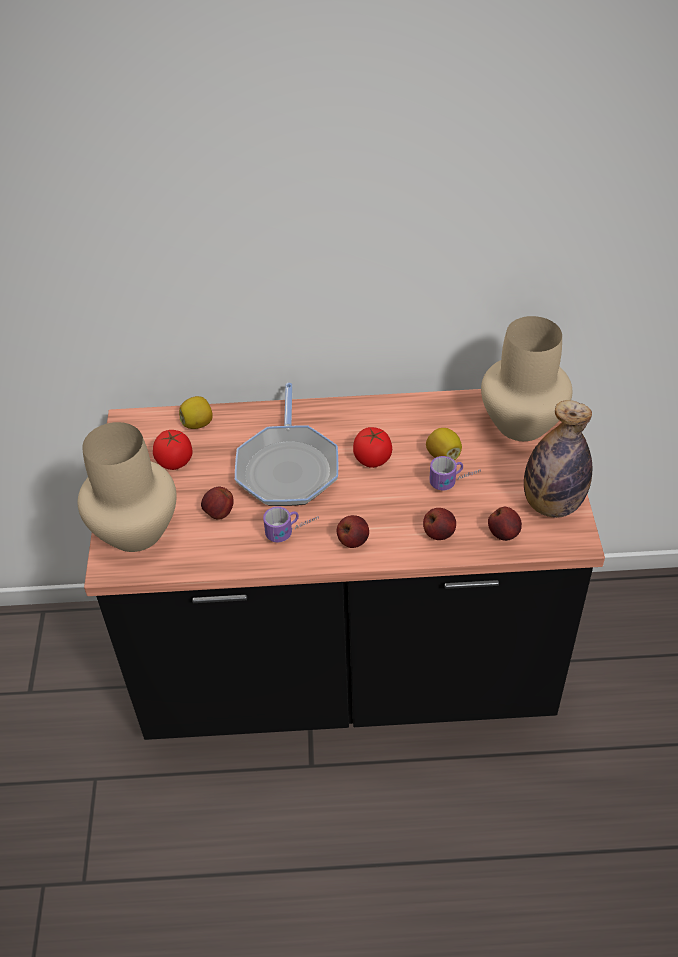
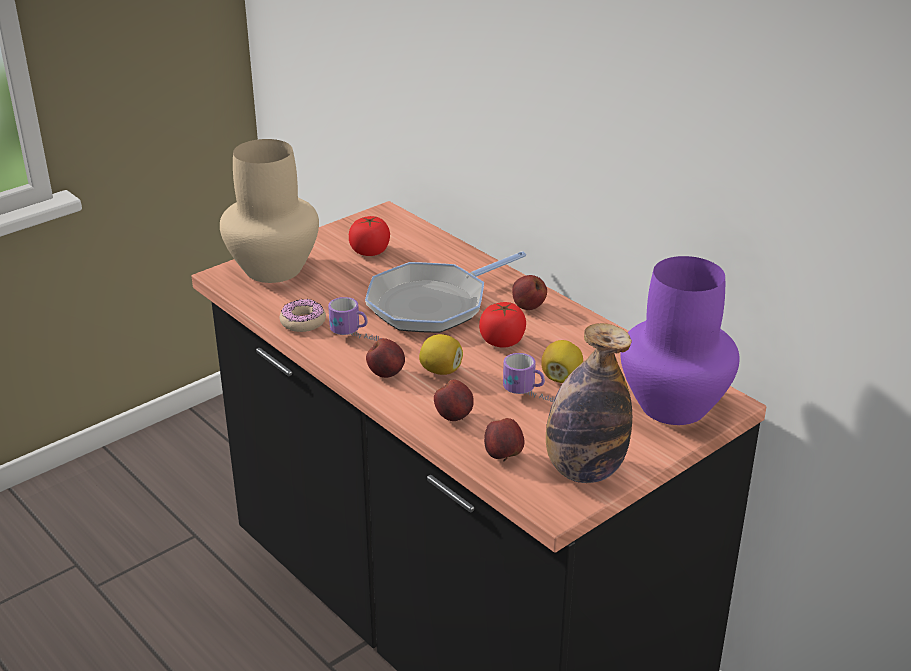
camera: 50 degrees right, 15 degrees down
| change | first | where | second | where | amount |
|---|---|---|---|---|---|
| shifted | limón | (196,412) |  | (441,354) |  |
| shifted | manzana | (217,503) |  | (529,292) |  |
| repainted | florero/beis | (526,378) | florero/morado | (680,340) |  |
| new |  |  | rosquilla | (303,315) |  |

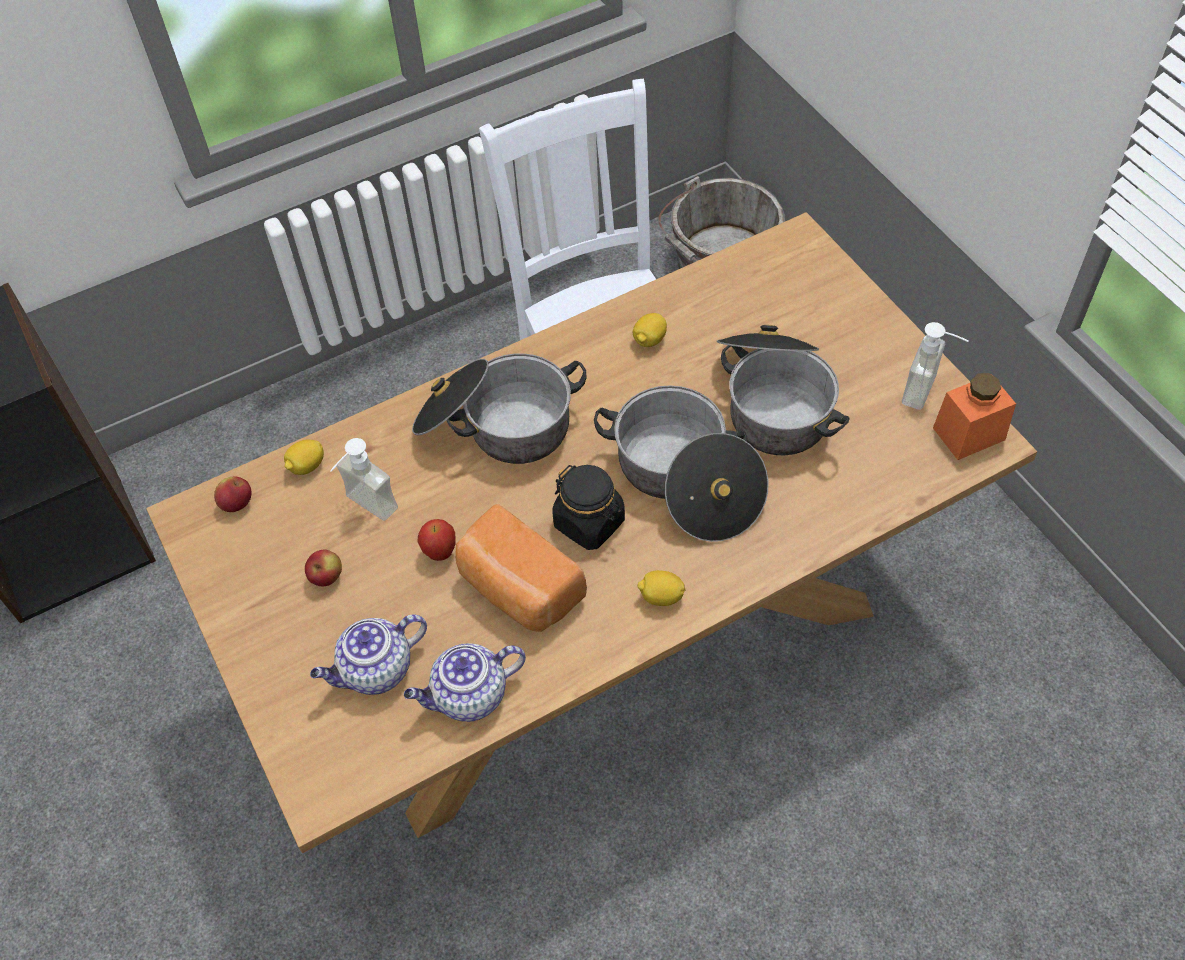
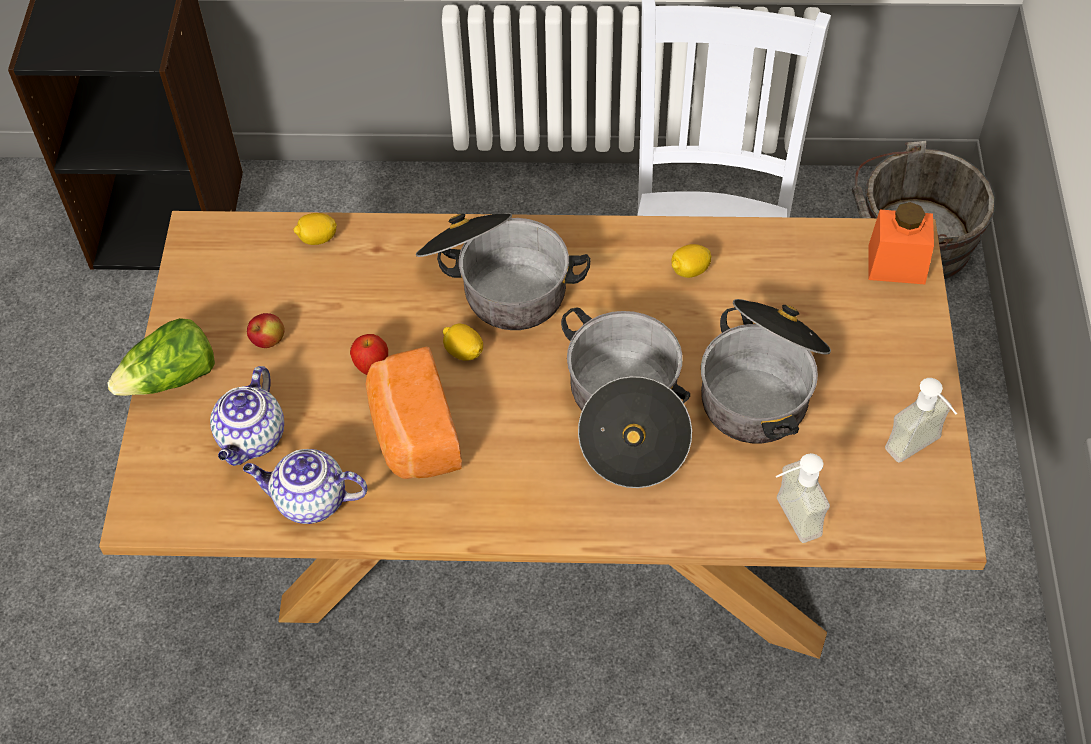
camera: 30 degrees right, 0 degrees up
| change | first | where | second | where | amount |
|---|---|---|---|---|---|
| gone | manzana | (233,494) |  |  |  |
| rotated | tetera | (368,654) |  | (247,416) | 75 degrees counterclockwise |
| shifted | dispensador de jabón | (364,479) |  | (803,498) |  |
| gone | tarro/negro | (589,507) |  |  |  |
| shifted | limón | (661,588) |  | (463,342) |  |
| shifted | tarro/naranja | (974,416) |  | (901,243) |  |
| new |  |  | lechuga | (161,357) |  |

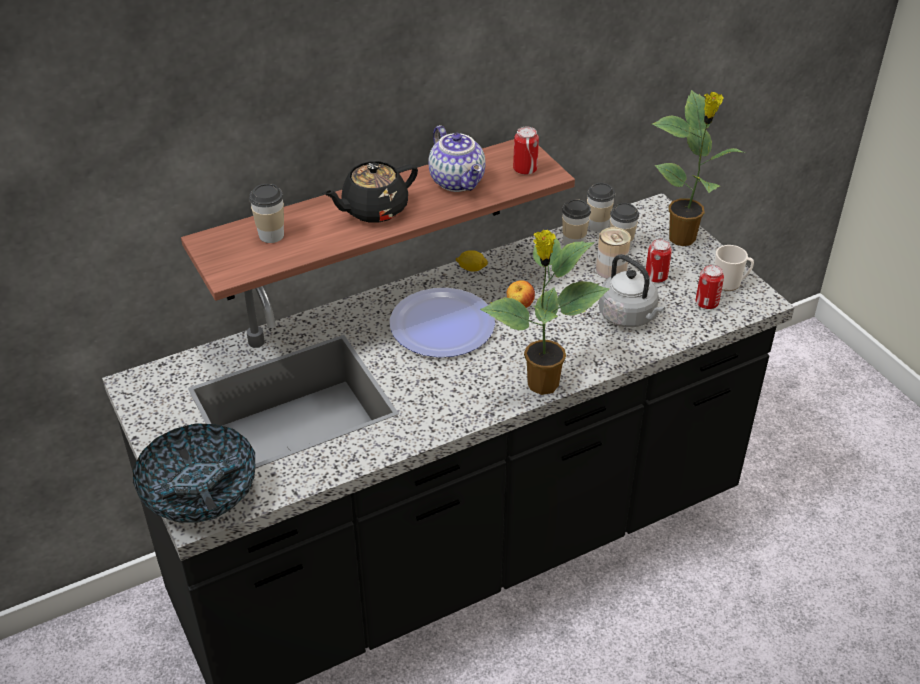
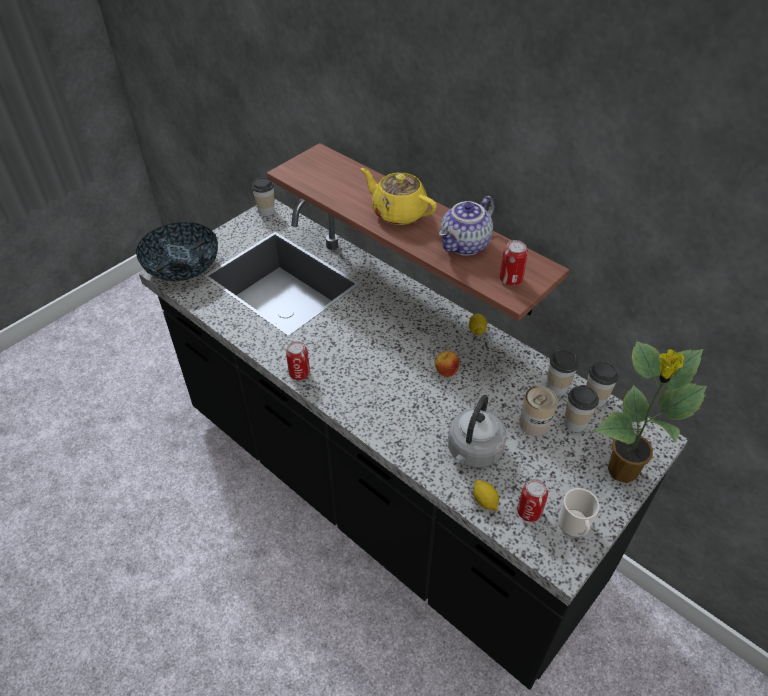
camera: 70 degrees right, 5 degrees up
| change | first | where | second | where | amount |
|---|---|---|---|---|---|
| shifted | taza | (266,213) |  | (263,196) |  |
| repainted | tetera/negro | (370,192) | tetera/amarillo | (399,196) |  |
| gone | plato | (442,322) |  |  |  |
| gone | planta en maceta | (544,312) |  |  |  |
| shifted | lata | (659,261) |  | (298,360) |  |
| new |  |  | limón | (486,495) |  |

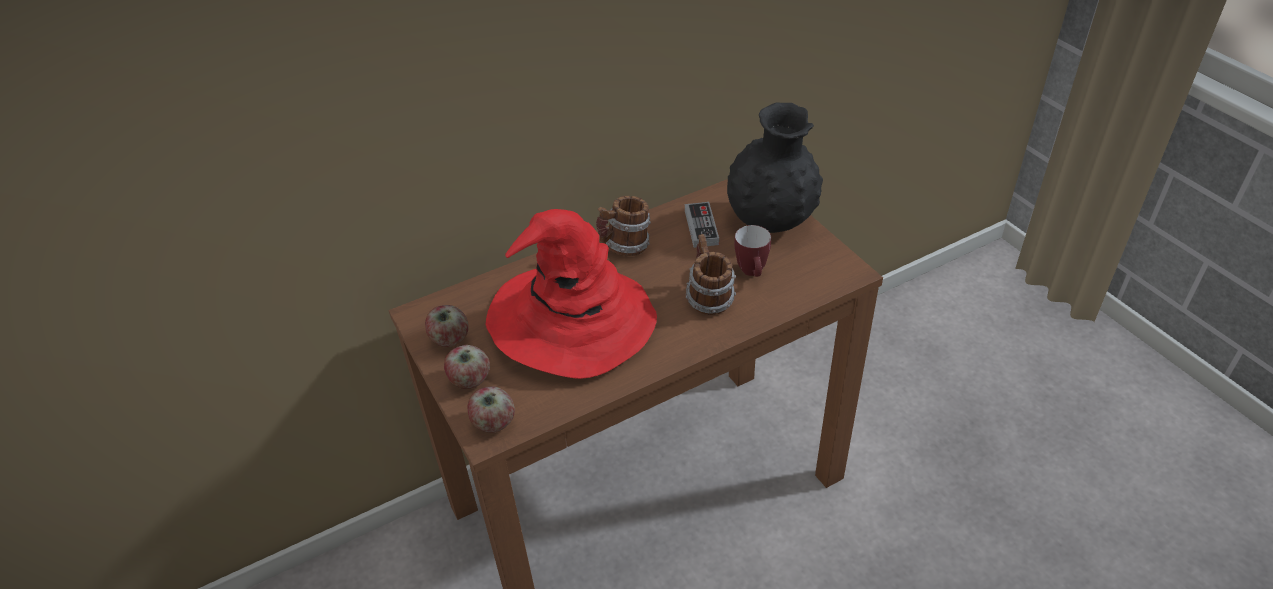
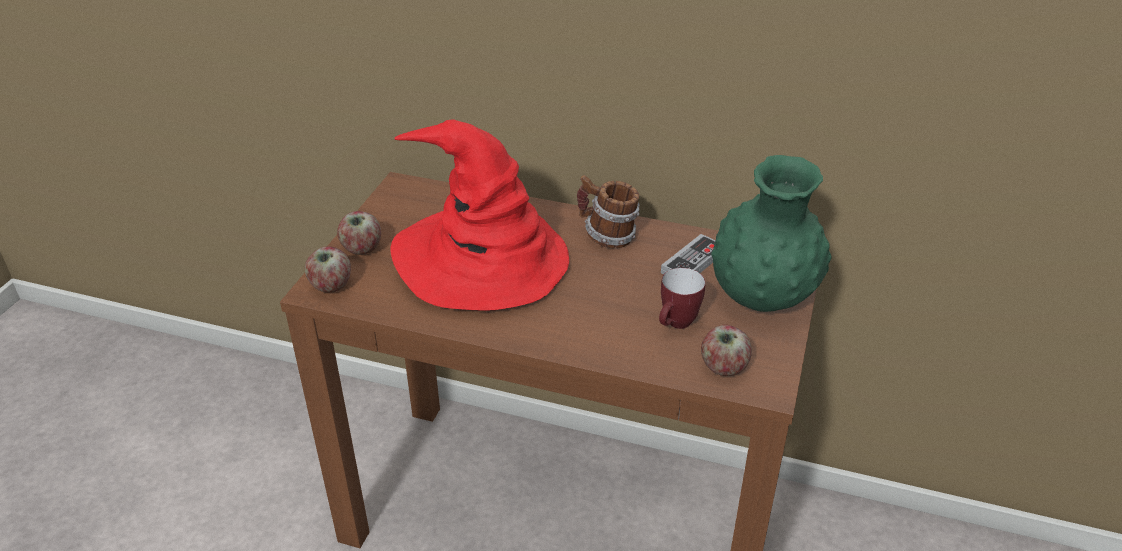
camera: 45 degrees right, 5 degrees down
| change | first | where | second | where | amount |
|---|---|---|---|---|---|
| shifted | manzana | (447,326) |  | (726,350) |  |
| gone | taza grande | (711,274) |  |  |  |
| repainted | florero/negro | (775,167) | florero/verde | (771,233) |  |

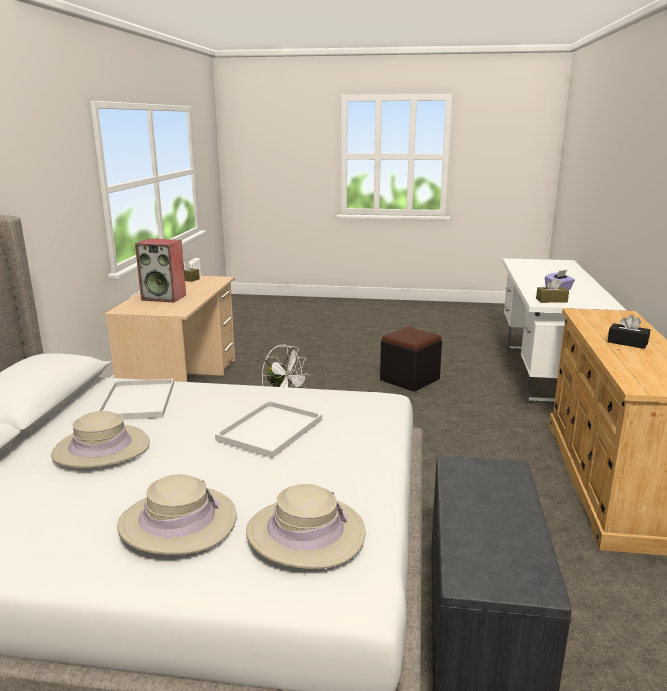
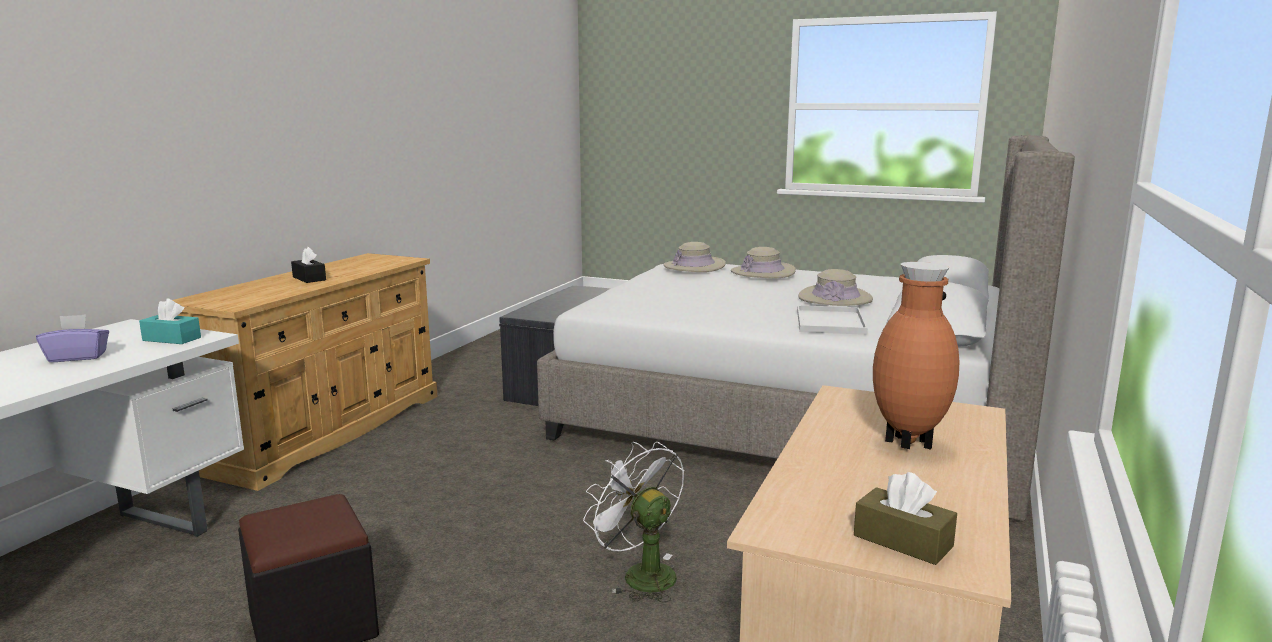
camera: 165 degrees left, 5 degrees down
| change | first | where | second | where | amount |
|---|---|---|---|---|---|
| swapped | altavoz | (160,271) | florero/marrón | (916,356) |  |
| gone | bandeja/blanco | (268,429) |  |  |  |
| repainted | caja de pañuelos/marrón | (552,290) | caja de pañuelos/turquesa | (170,321) |  |

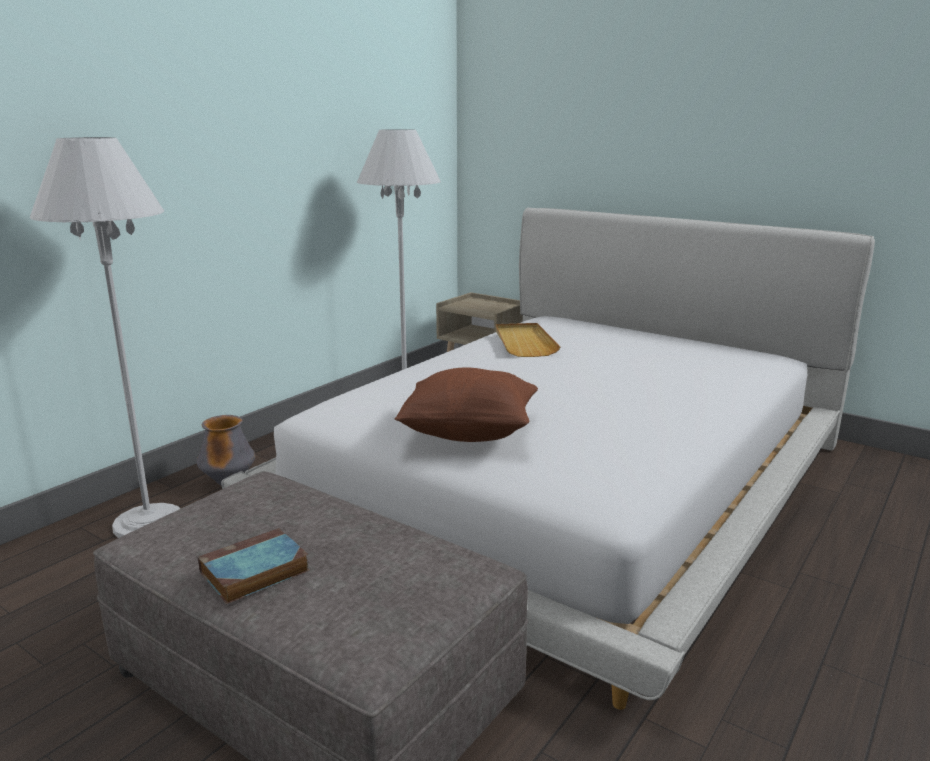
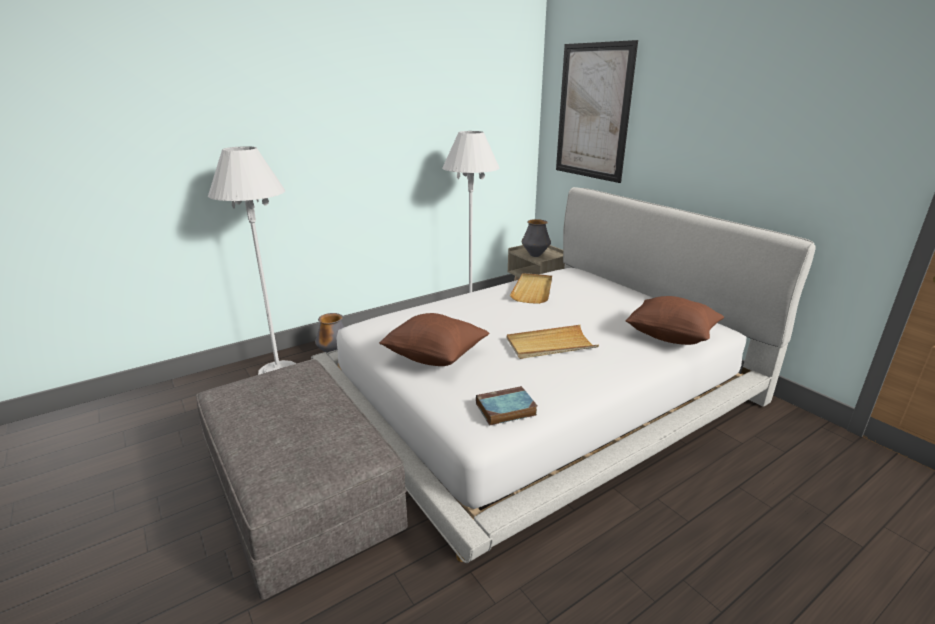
camera: 20 degrees right, 5 degrees up
| change | first | where | second | where | amount |
|---|---|---|---|---|---|
| shifted | libro | (254,566) |  | (506,405) |  |
| new |  |  | bandeja/beis | (553,342) |  |
| new |  |  | florero | (536,238) |  |
| new |  |  | cuadro | (597,111) |  |
| new |  |  | cojín/marrón | (674,320) |  |

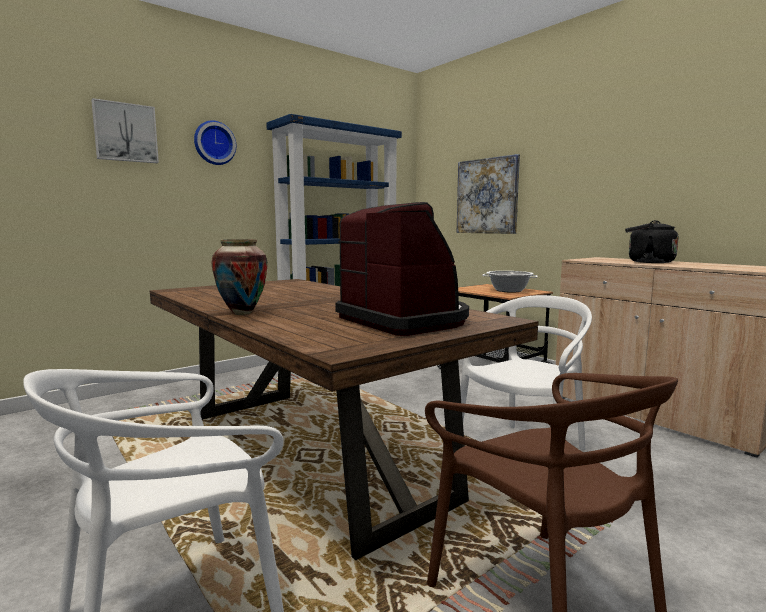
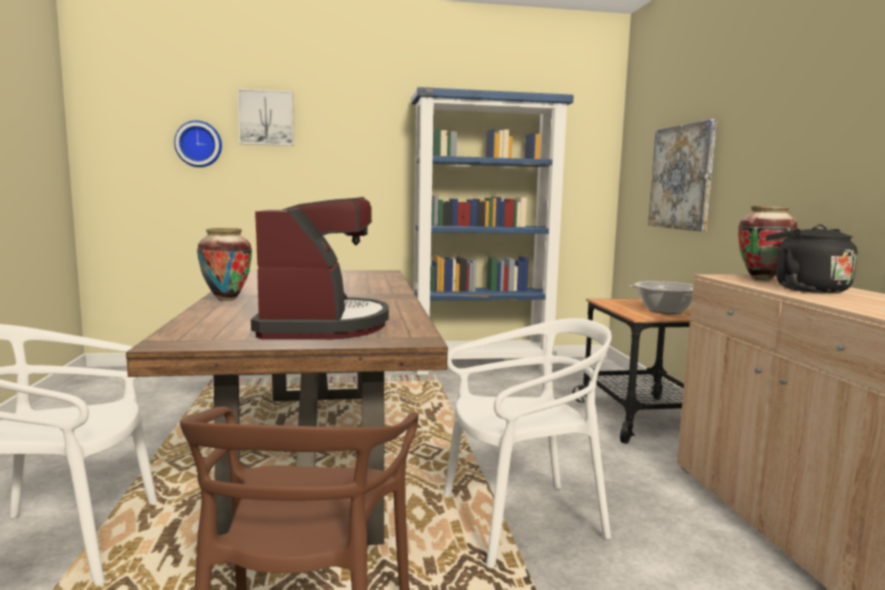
camera: 30 degrees right, 0 degrees up
| change | first | where | second | where | amount |
|---|---|---|---|---|---|
| shifted | reloj de pared | (215,143) |  | (198,143) |  |
| new |  |  | florero | (768,243) |  |

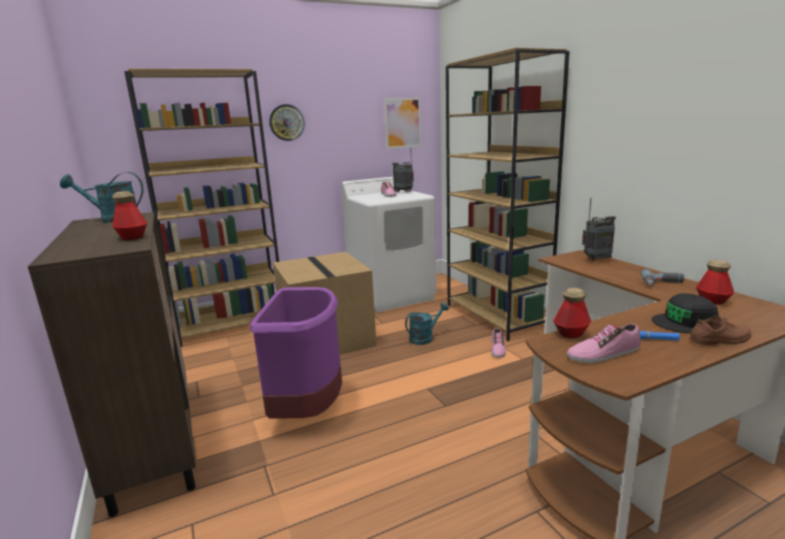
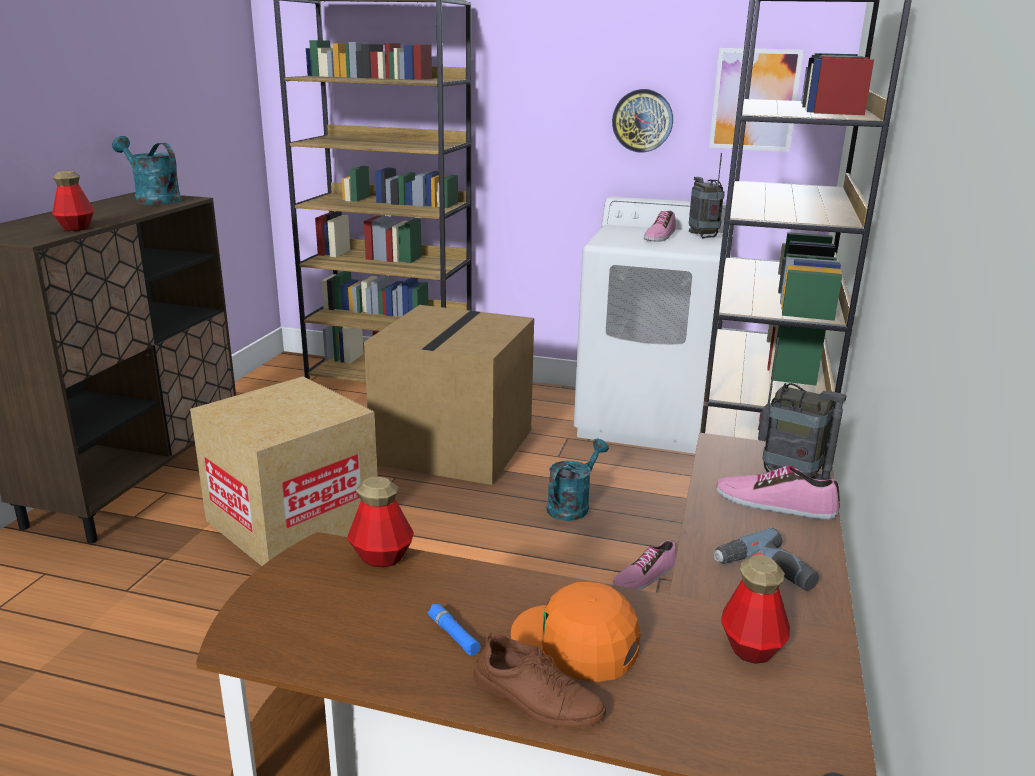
camera: 40 degrees right, 5 degrees up
| change | first | where | second | where | amount |
|---|---|---|---|---|---|
| swapped | papelera/morado | (296,353) | caja de cartón | (284,471) |  |
| shifted | reloj de pared | (287,122) |  | (642,121) |  |
| rotated | regadera/turquesa | (427,323) |  | (577,480) | 60 degrees counterclockwise |
| shifted | zapato | (603,343) |  | (778,492) |  |
| repainted | gorra/negro | (685,313) | gorra/naranja | (576,632) |  |

